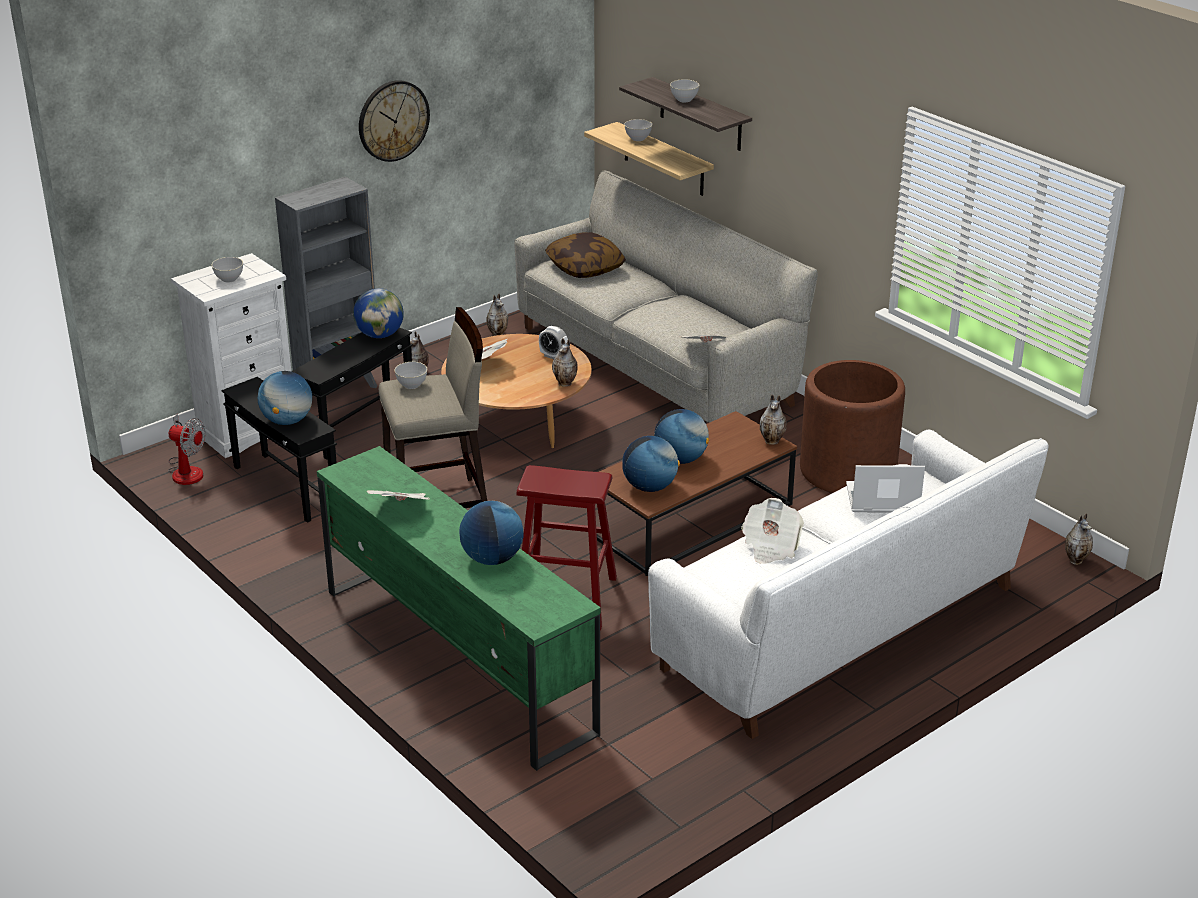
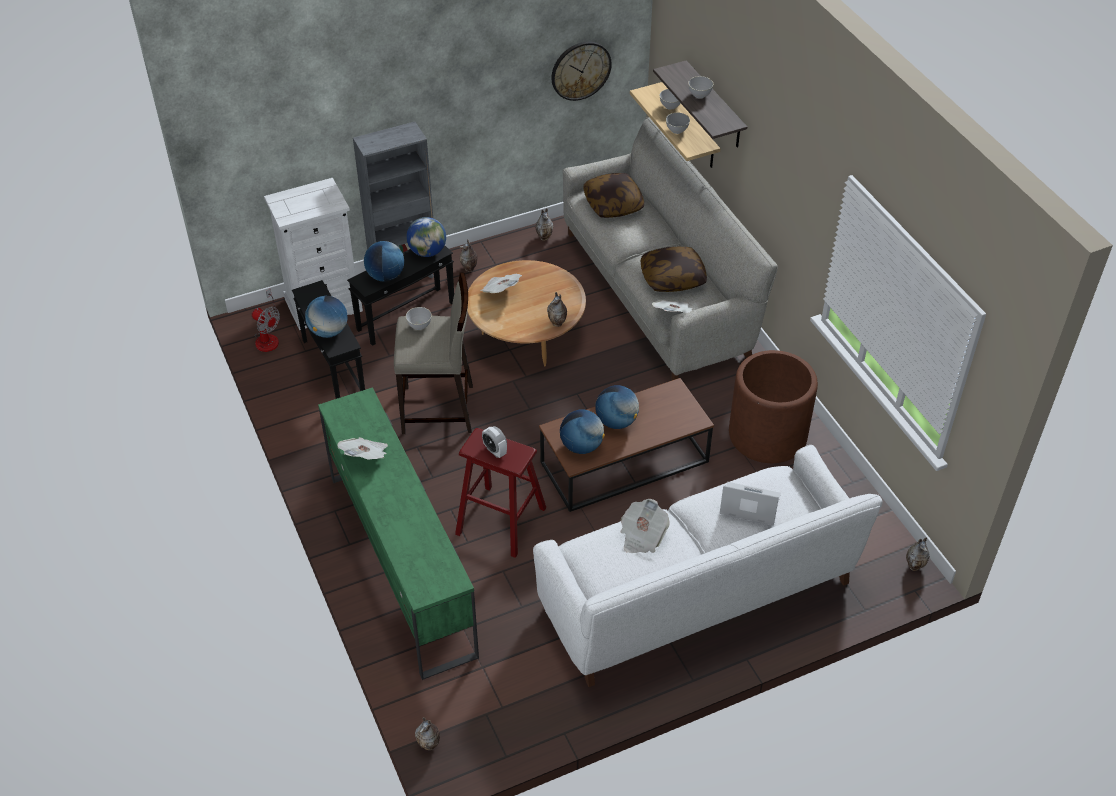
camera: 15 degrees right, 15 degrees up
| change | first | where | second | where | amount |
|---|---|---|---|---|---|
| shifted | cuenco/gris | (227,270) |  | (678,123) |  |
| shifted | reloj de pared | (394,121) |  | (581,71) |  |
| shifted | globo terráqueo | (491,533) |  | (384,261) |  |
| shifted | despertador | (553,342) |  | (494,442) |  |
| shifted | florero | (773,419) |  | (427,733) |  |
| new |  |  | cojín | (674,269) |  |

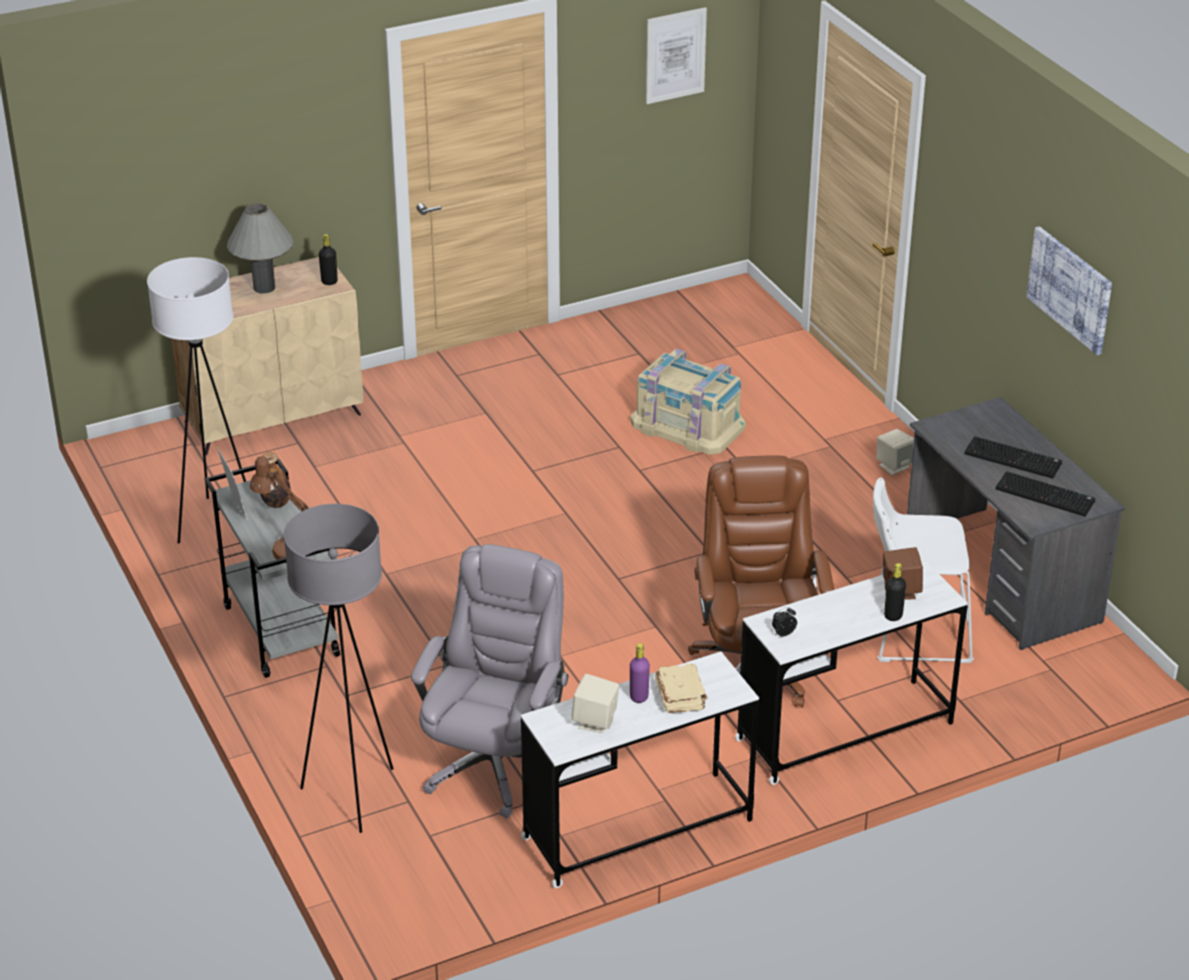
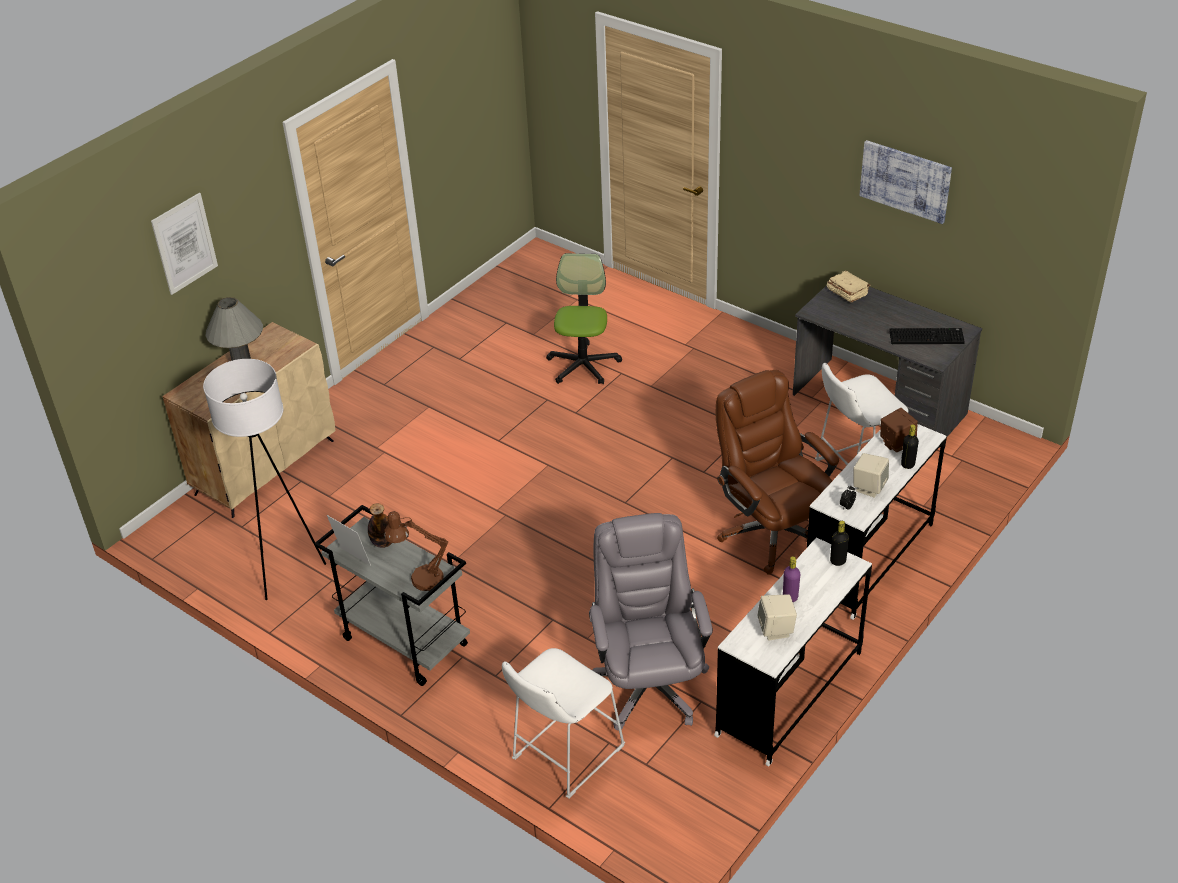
camera: 25 degrees left, 5 degrees up
| change | first | where | second | where | amount |
|---|---|---|---|---|---|
| swapped | lámpara de pie/gris | (338,668) | taburete/blanco | (563,723) |  |
| shifted | botella/negro | (328,259) |  | (839,543) |  |
| swapped | caja de almacenaje/beis | (688,402) | silla de oficina | (584,318) |  |
| shifted | cuadro | (676,55) |  | (184,244) |  |
| shifted | libro/beis | (681,688) |  | (848,286) |  |
| shifted | altavoz/beis | (895,452) |  | (871,475) |  |
| gone | teclado | (1013,457) |  |  |  |

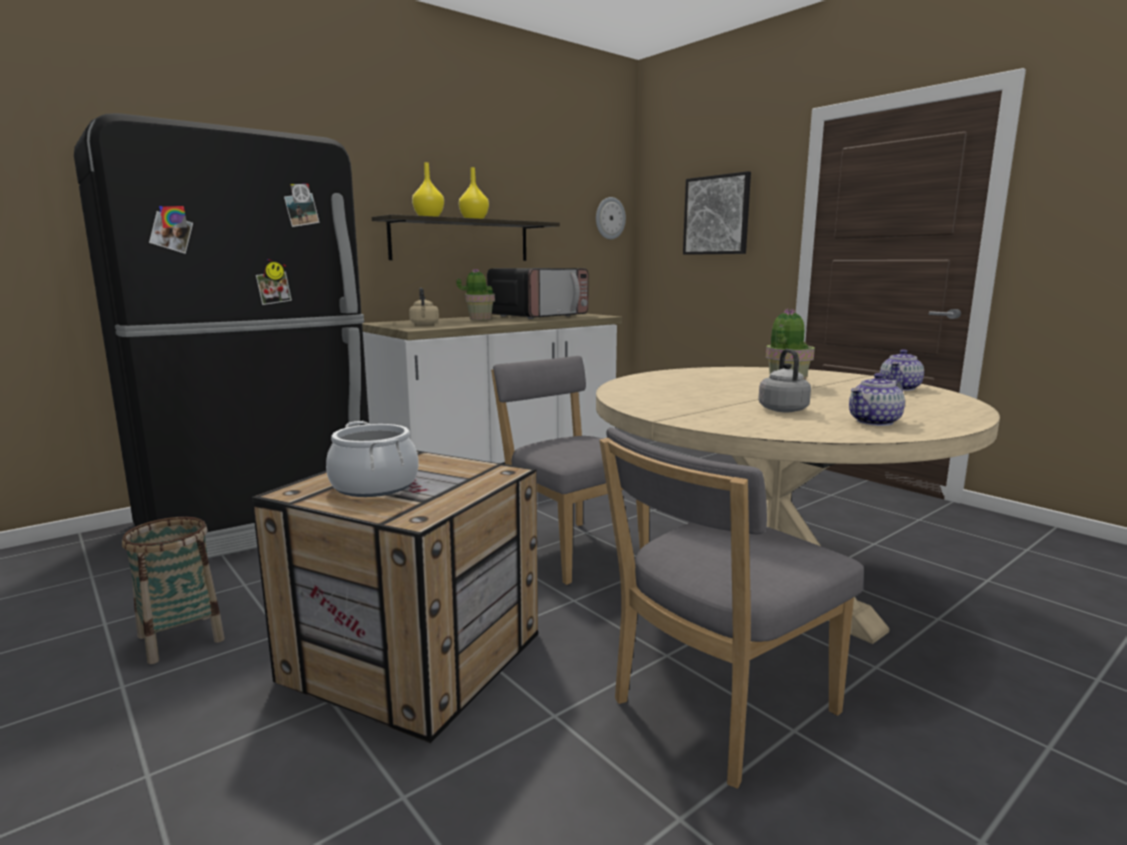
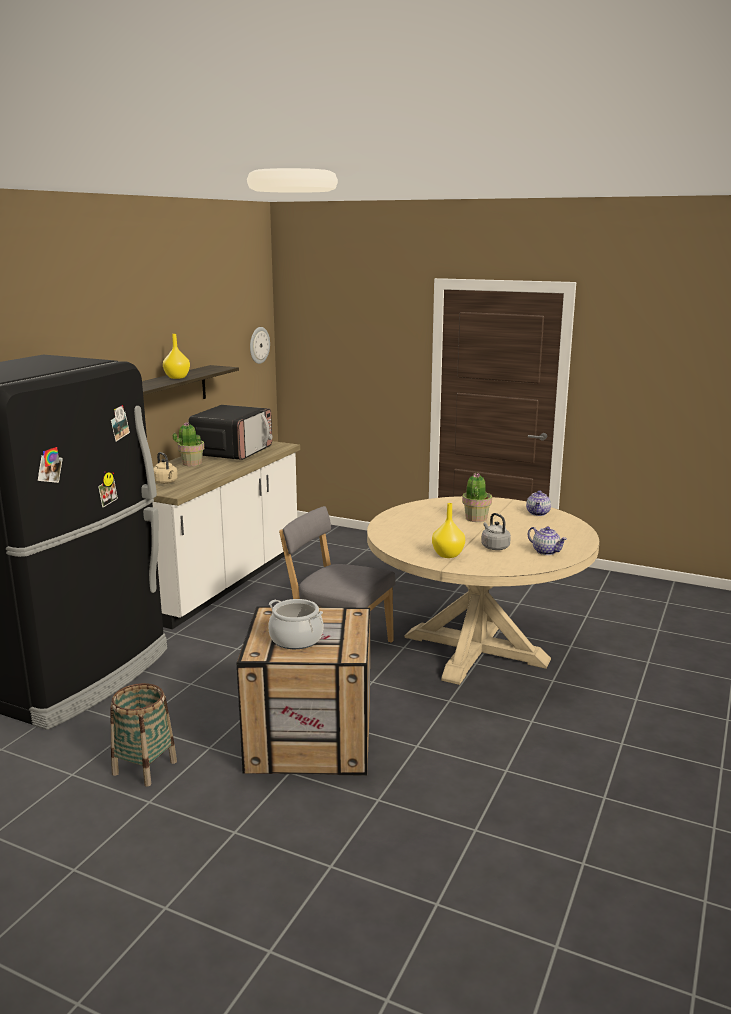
camera: 25 degrees left, 5 degrees up
| change | first | where | second | where | amount |
|---|---|---|---|---|---|
| shifted | florero/amarillo | (428,189) |  | (448,530) |  |
| gone | silla/gris | (731,608) |  |  |  |
| gone | cuadro | (717,213) |  |  |  |
| rotated | tetera | (877,399) |  | (547,540) | 75 degrees counterclockwise |

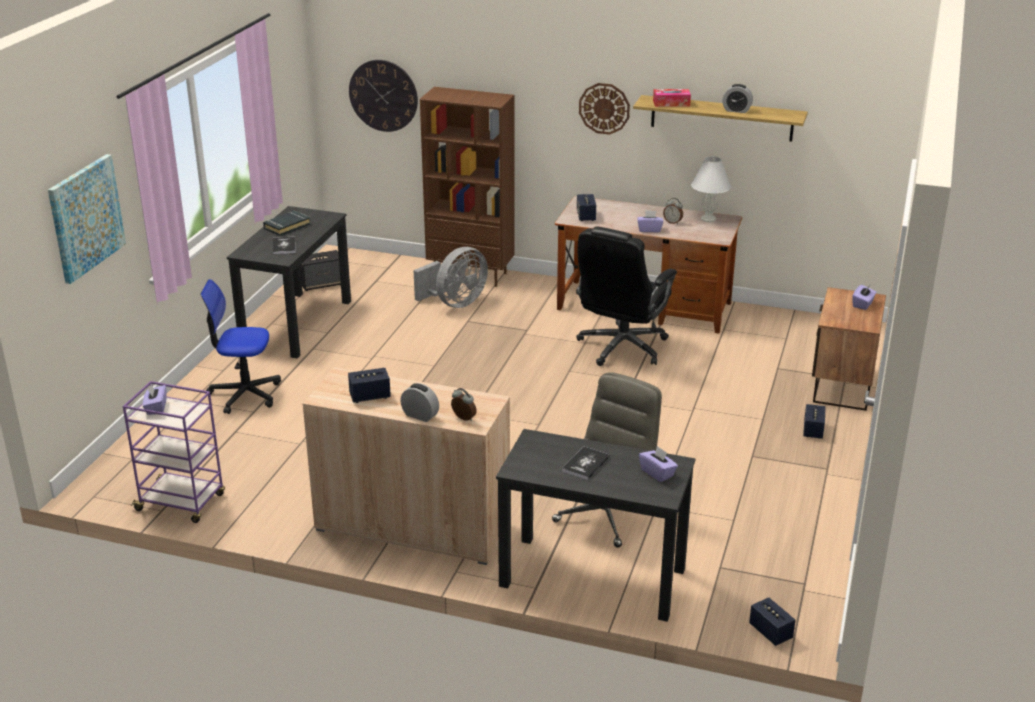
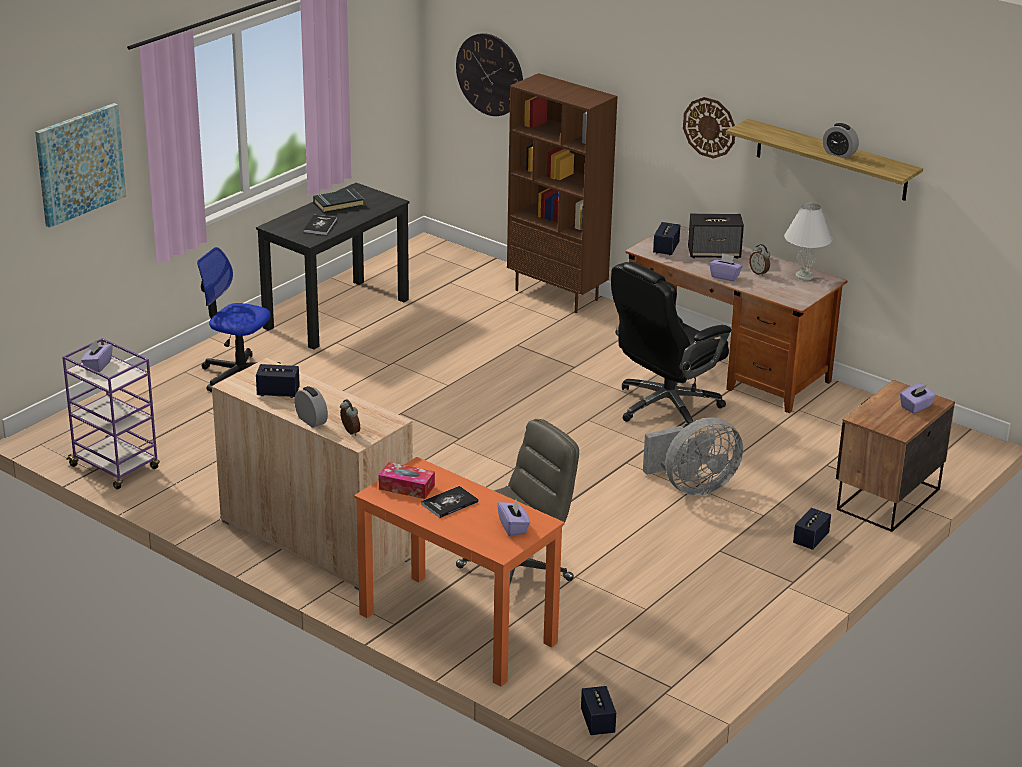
camera: 20 degrees right, 0 degrees up
| change | first | where | second | where | amount |
|---|---|---|---|---|---|
| shifted | altavoz | (320,270) |  | (716,236) |  |
| shifted | ventilador/gris | (450,277) |  | (693,456) |  |
| repainted | escritorio/negro | (596,525) | escritorio/naranja | (459,572) |  |
| shifted | caja de pañuelos | (672,98) |  | (406,480) |  |

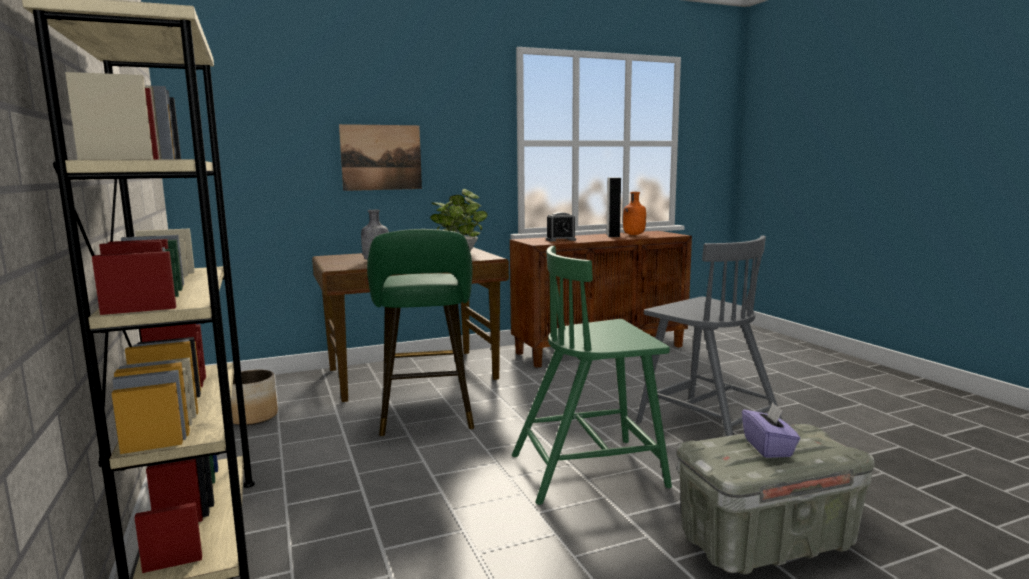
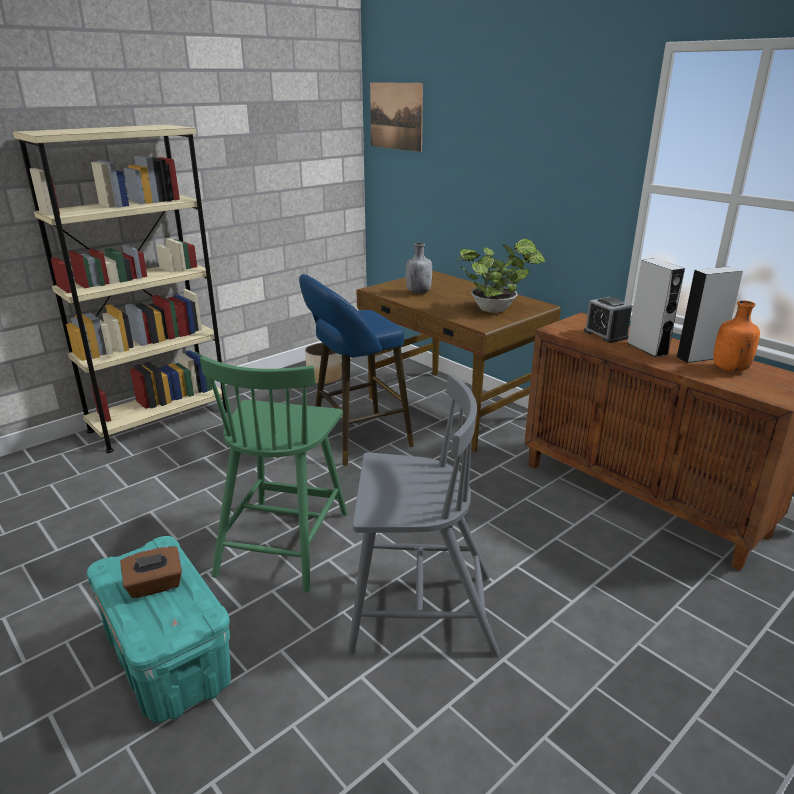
camera: 70 degrees right, 15 degrees up
| change | first | where | second | where | amount |
|---|---|---|---|---|---|
| shifted | cuadro | (380,157) |  | (396,117) |  |
| repainted | taburete/verde | (420,332) | taburete/azul | (356,370) |  |
| rotated | silla/verde | (592,375) |  | (274,474) | 135 degrees counterclockwise |
| rotated | silla/gris | (709,335) |  | (424,515) | 120 degrees counterclockwise |
| repainted | caja de almacenaje/gris | (776,499) | caja de almacenaje/turquesa | (159,629) |  |
| repainted | caja de pañuelos/morado | (771,430) | caja de pañuelos/marrón | (151,573) |  |
| new |  |  | altavoz/gris | (656,307) |  |

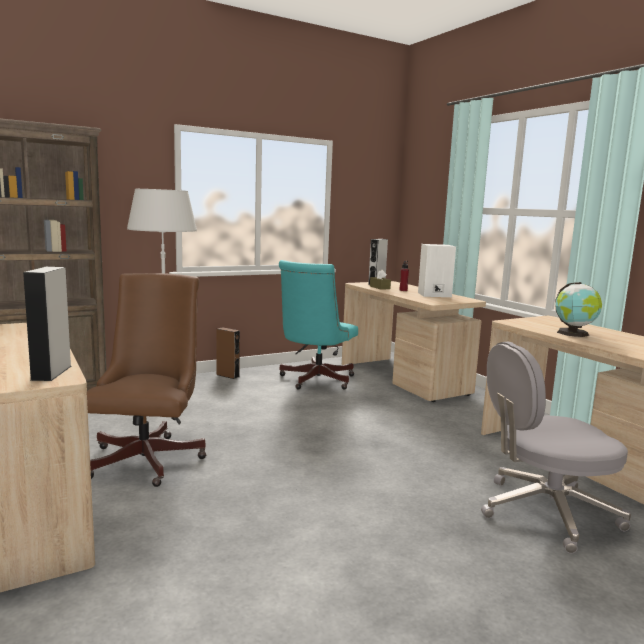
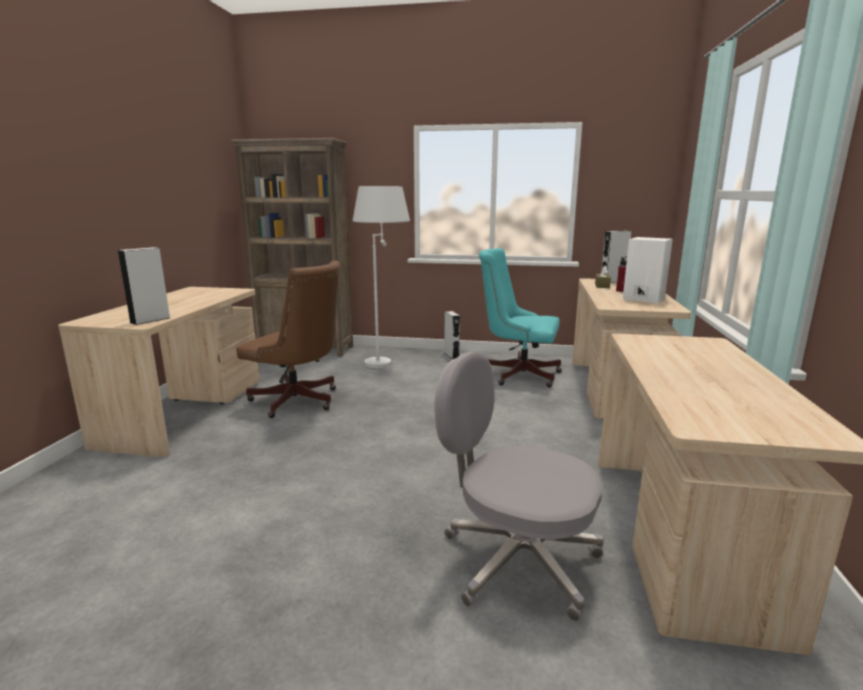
camera: 40 degrees right, 5 degrees up
| change | first | where | second | where | amount |
|---|---|---|---|---|---|
| rotated | silla de oficina/marrón | (146,380) |  | (288,339) | 75 degrees clockwise |
| repainted | altavoz/marrón | (228,353) | altavoz/gris | (452,335) |  |
| rotated | silla de oficina/turquesa | (318,325) |  | (520,318) | 45 degrees clockwise |
| gone | globo terráqueo | (578,309) |  |  |  |

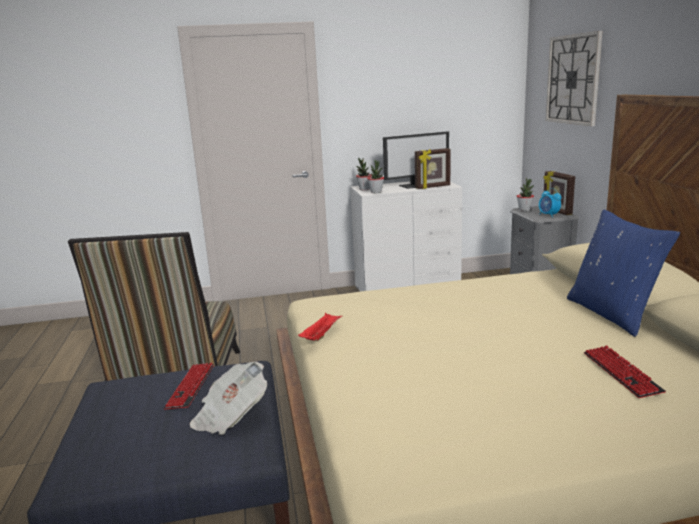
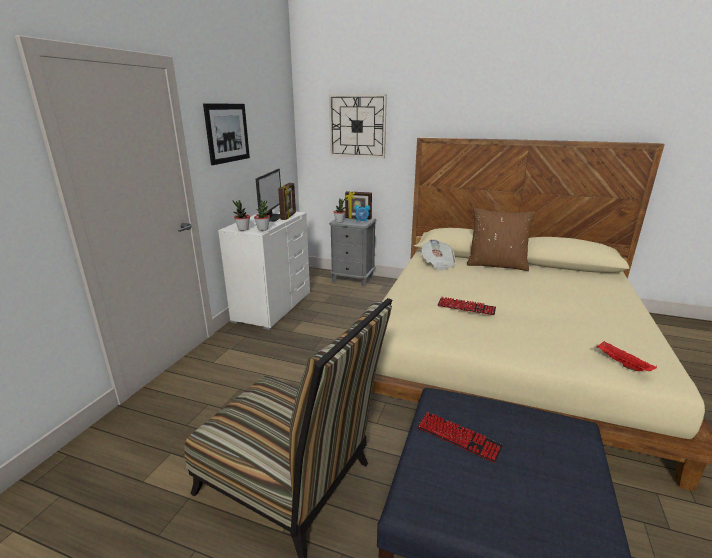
camera: 60 degrees left, 5 degrees up
| change | first | where | second | where | amount |
|---|---|---|---|---|---|
| shifted | periódico | (228,398) |  | (439,255) |  |
| shifted | bandeja/rojo | (320,327) |  | (627,356) |  |
| repainted | cojín/azul | (623,273) | cojín/marrón | (501,239) |  |
| shifted | teclado | (625,372) |  | (467,306) |  |
| new |  |  | cuadro | (226,134) |  |

